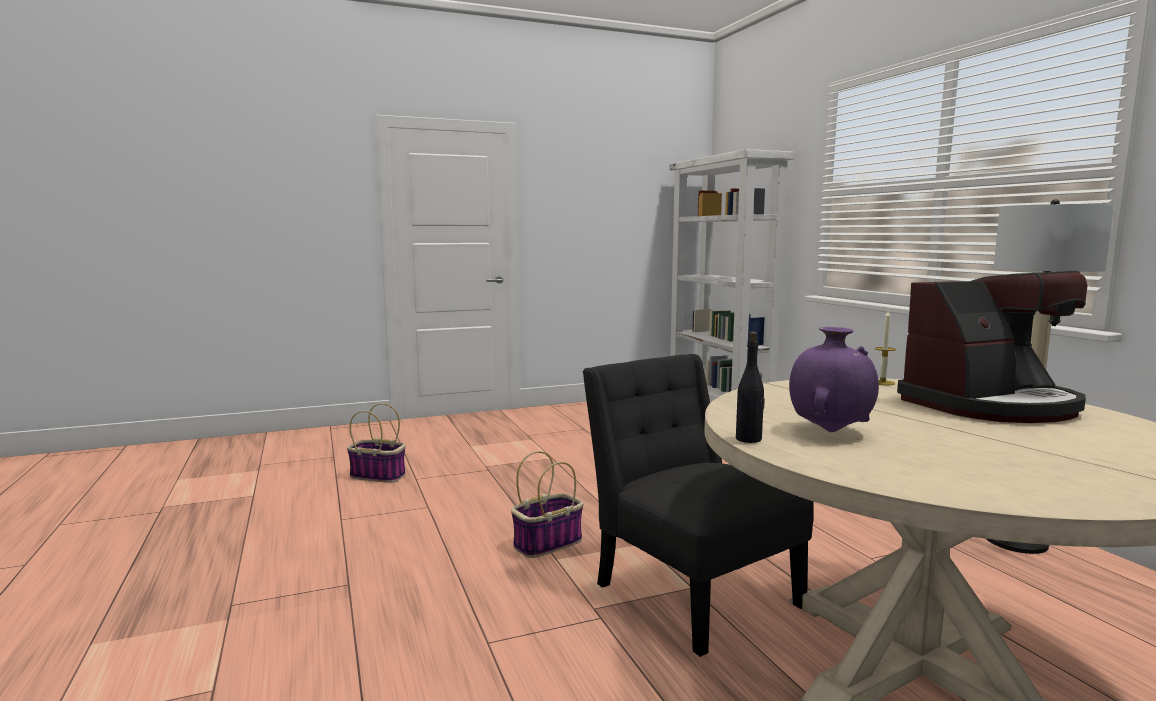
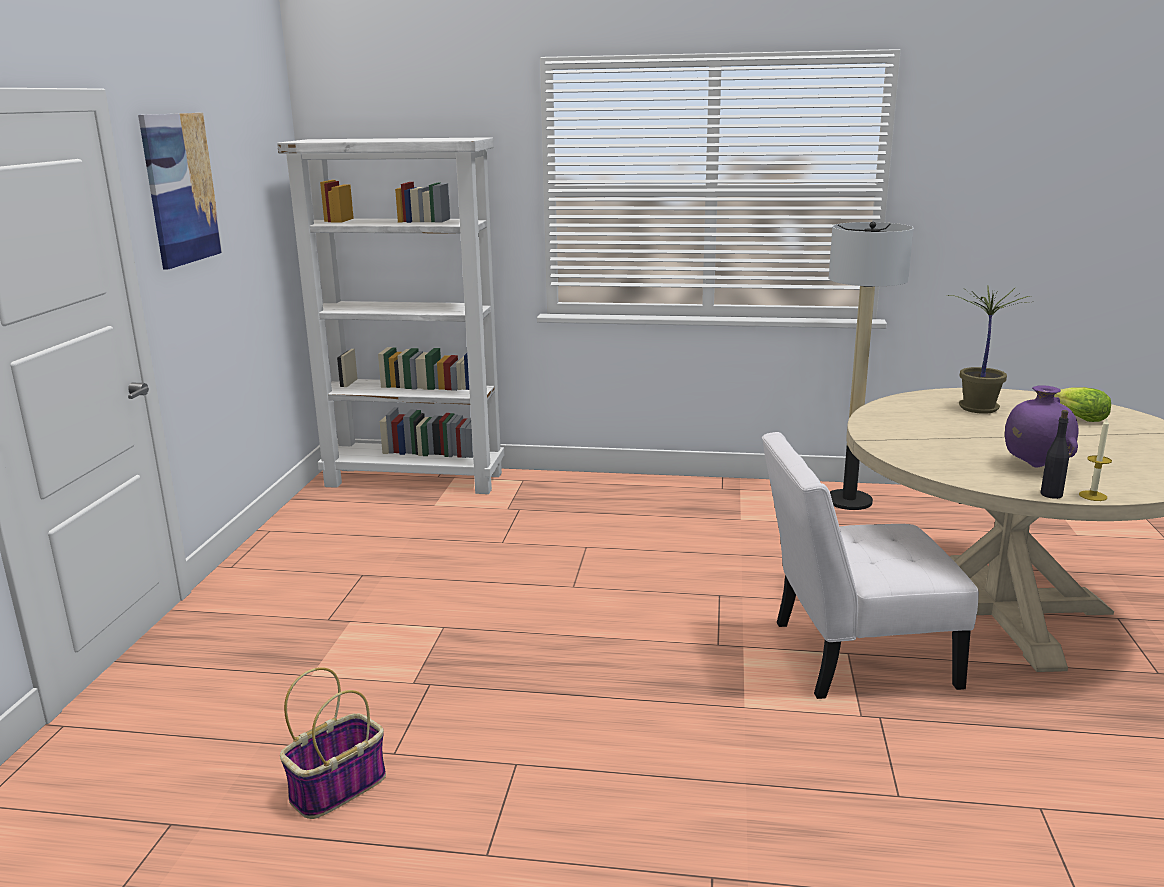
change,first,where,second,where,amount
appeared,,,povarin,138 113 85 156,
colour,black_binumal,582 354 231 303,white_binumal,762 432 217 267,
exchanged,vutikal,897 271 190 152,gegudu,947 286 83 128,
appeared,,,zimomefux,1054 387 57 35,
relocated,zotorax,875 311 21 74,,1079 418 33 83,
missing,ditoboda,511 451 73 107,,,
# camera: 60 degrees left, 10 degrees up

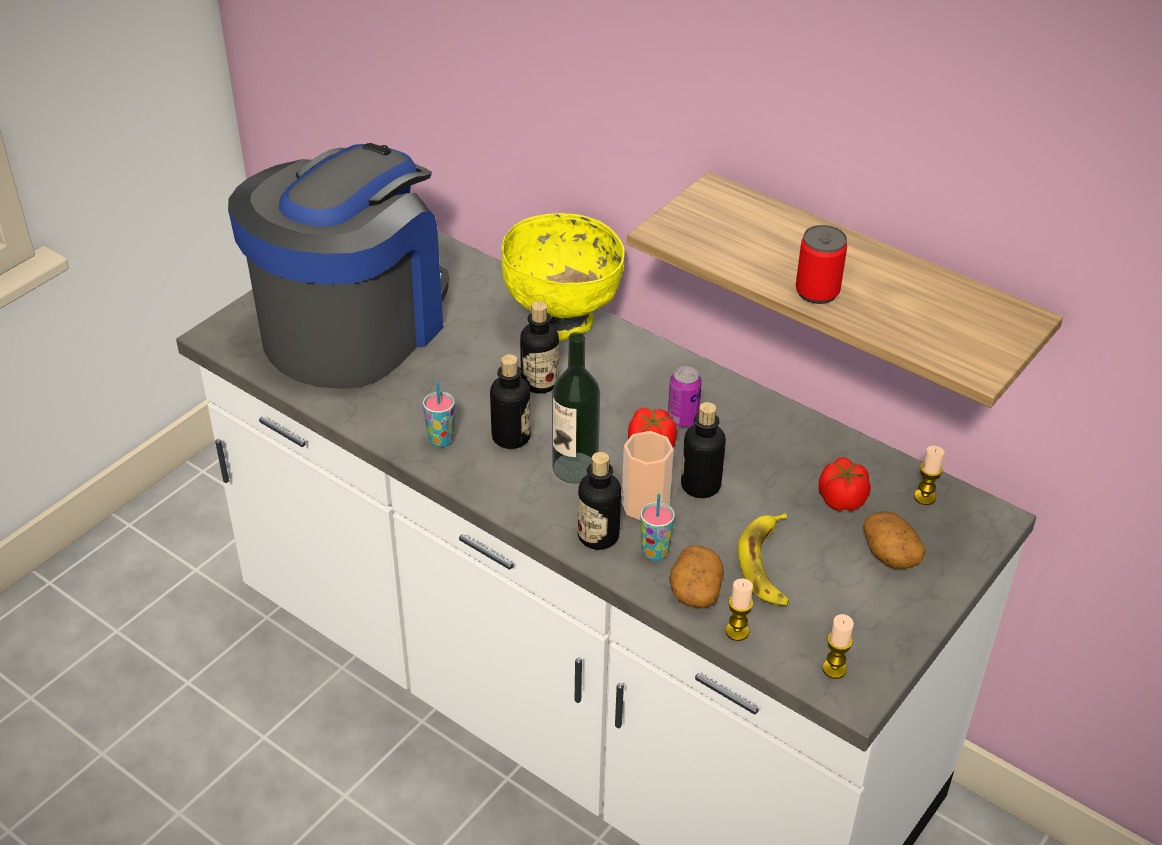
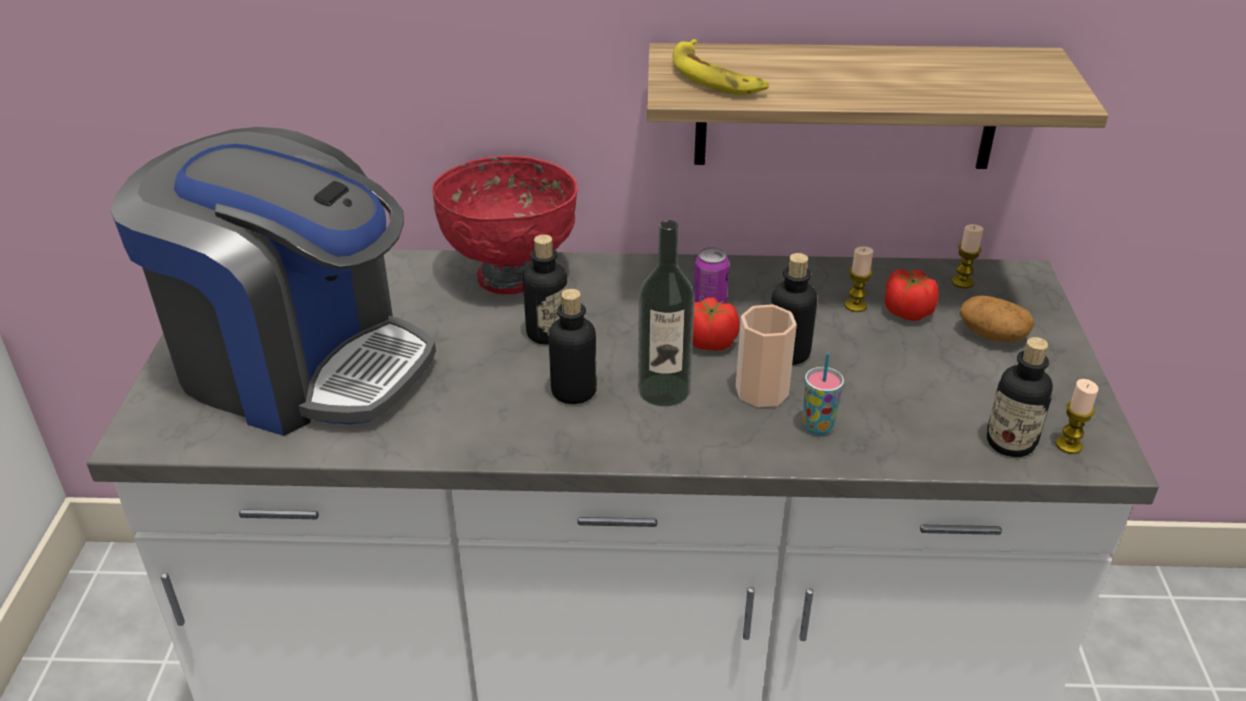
change,first,where,second,where,amount
spun,vutikal,228 143 221 246,,110 127 326 309,120 degrees clockwise
colour,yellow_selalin,502 213 123 127,red_selalin,432 156 146 138,
relocated,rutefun,738 513 51 93,,673 39 96 56,
relocated,zotorax,725 579 28 62,,845 246 28 66,
relocated,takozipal,578 452 43 98,,987 337 66 120,
missing,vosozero,423 382 32 65,,,
missing,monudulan,669 545 55 63,,,
missing,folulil,796 225 51 79,,,
# camera: 35 degrees left, 5 degrees down

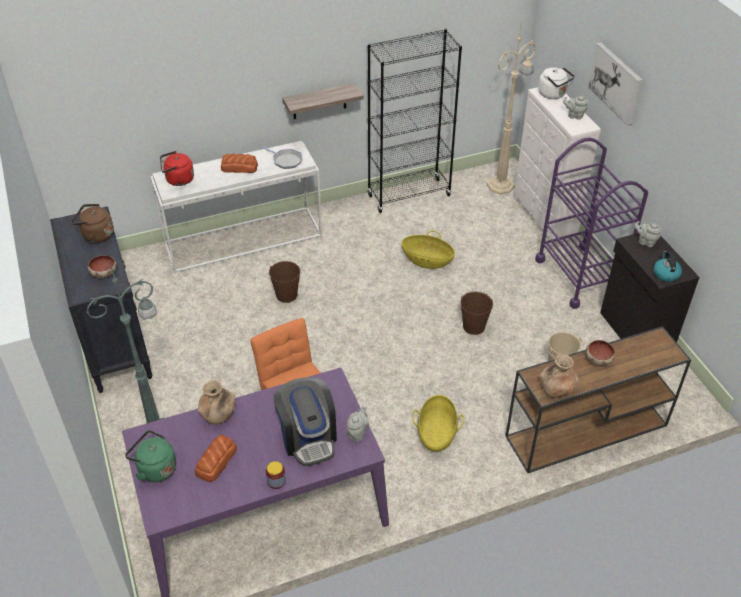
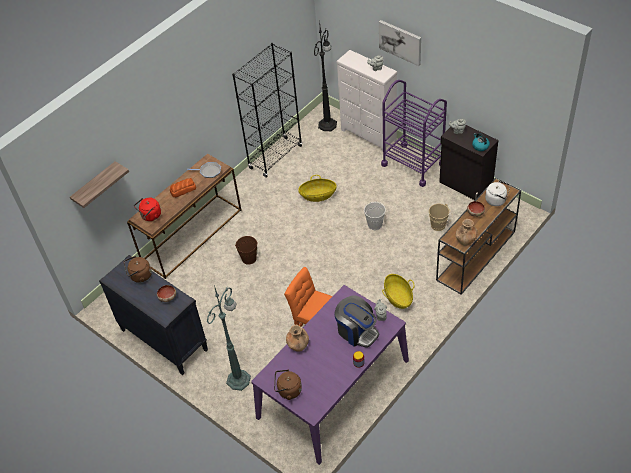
change,first,where,second,where,amount
relocated,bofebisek,282 83 82 36,,70 161 59 47,
colour,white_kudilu,150 141 172 133,brown_kudilu,127 154 115 125,
colour,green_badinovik,125 430 51 52,brown_badinovik,274 370 28 30,
colour,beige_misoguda,486 20 50 175,black_misoguda,314 27 23 104,
colour,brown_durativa,461 291 32 44,white_durativa,364 202 22 28,
relocated,white_badinovik,538 67 37 32,,485 181 26 25,
missing,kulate,195 435 42 47,,,
# camera: 25 degrees left, 5 degrees up

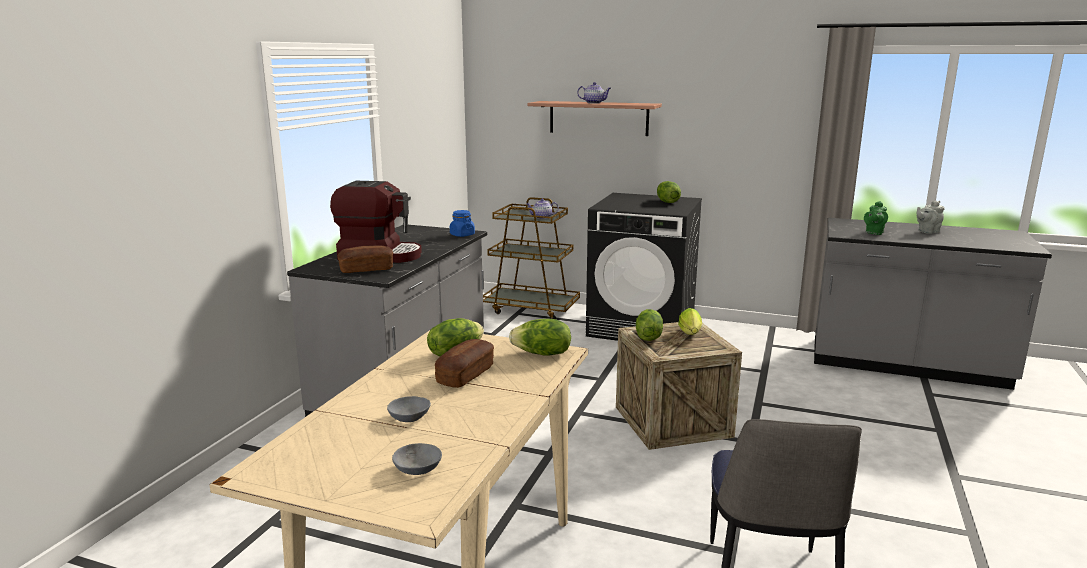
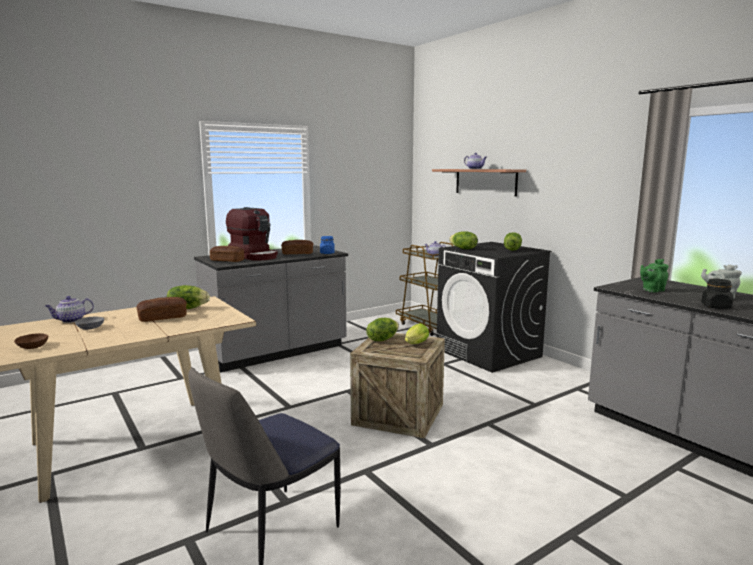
change,first,where,second,where,amount
colour,grey_selalin,392 443 50 32,brown_selalin,14 333 34 16,
appeared,,,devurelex,45 296 49 27,
appeared,,,kulate,281 240 32 15,
relocated,zimomefux,509 319 62 37,,449 231 29 18,
appeared,,,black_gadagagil,701 279 32 30,
# camera: 35 degrees right, 5 degrees down

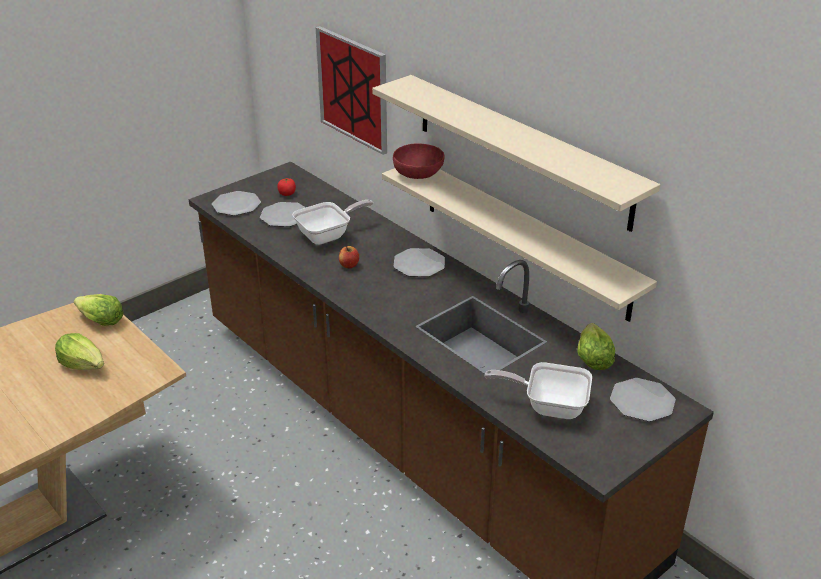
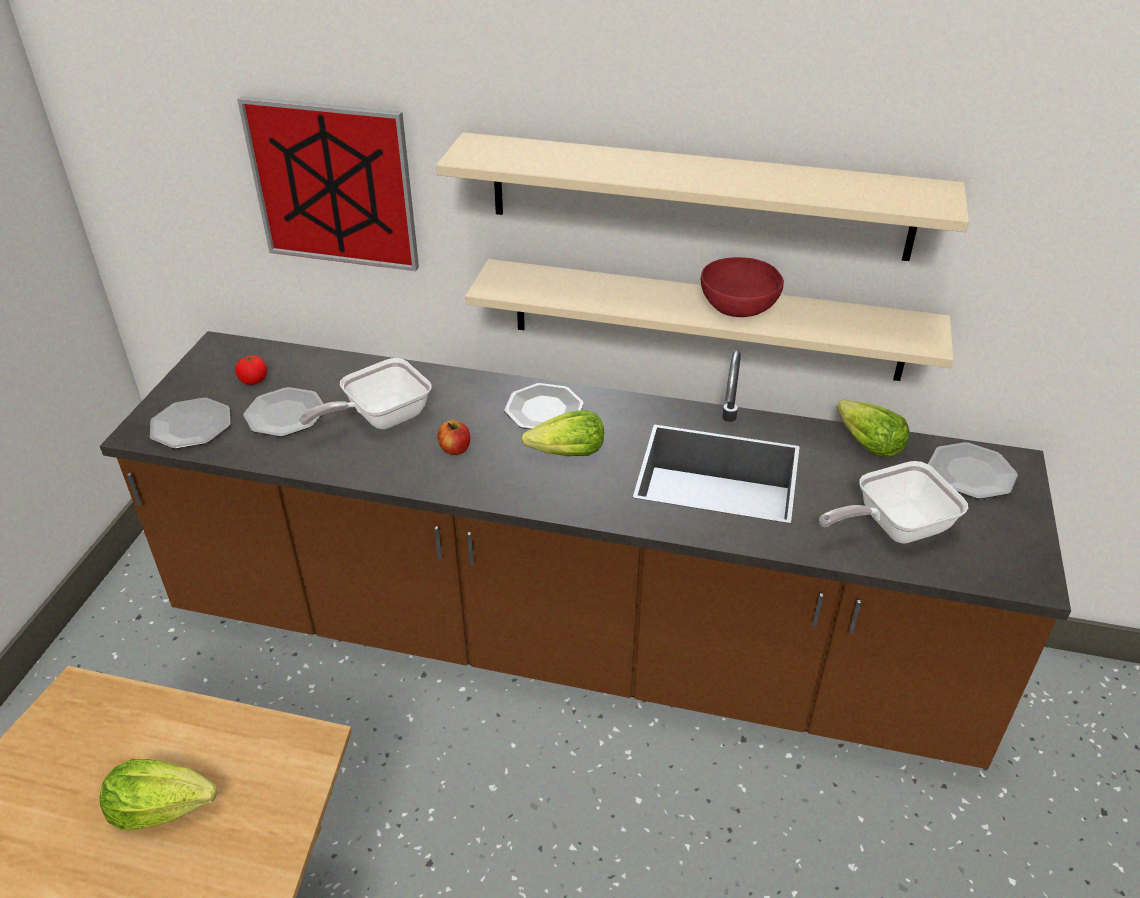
change,first,where,second,where,amount
spun,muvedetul,293 200 80 45,,299 358 133 71,150 degrees counterclockwise
relocated,zimomefux,74 294 50 32,,521 410 83 46,
relocated,red_selalin,393 143 52 36,,701 257 83 60,
# camera: 35 degrees left, 5 degrees up

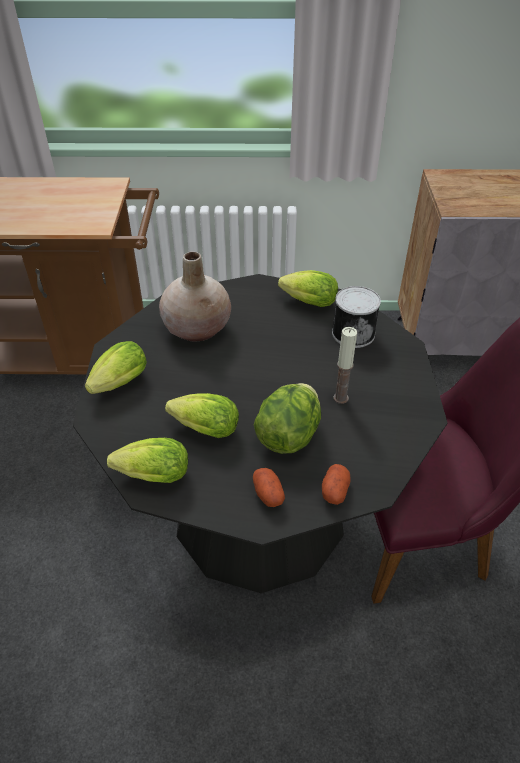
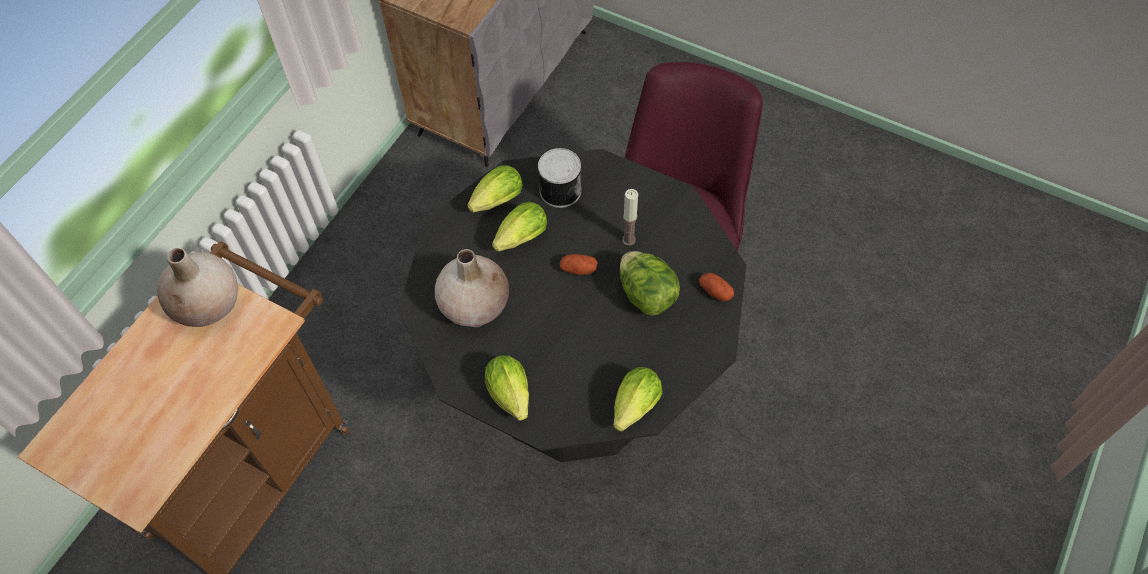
change,first,where,second,where,amount
appeared,,,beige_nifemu,157 248 81 79,
relocated,zimomefux,165 393 74 45,,492 202 55 50,
relocated,monudulan,253 468 32 39,,560 254 38 21,
# camera: 60 degrees left, 15 degrees up

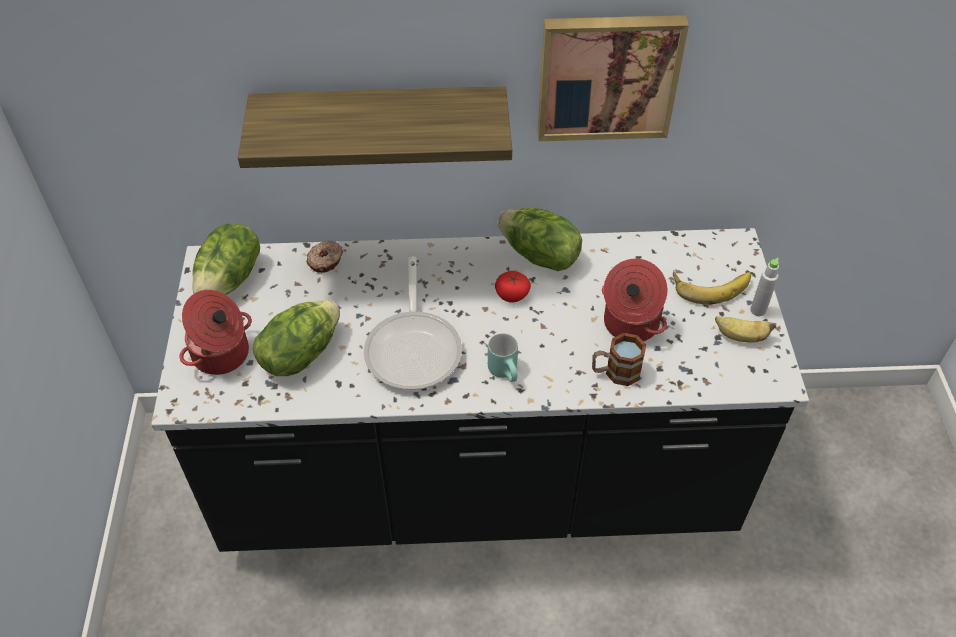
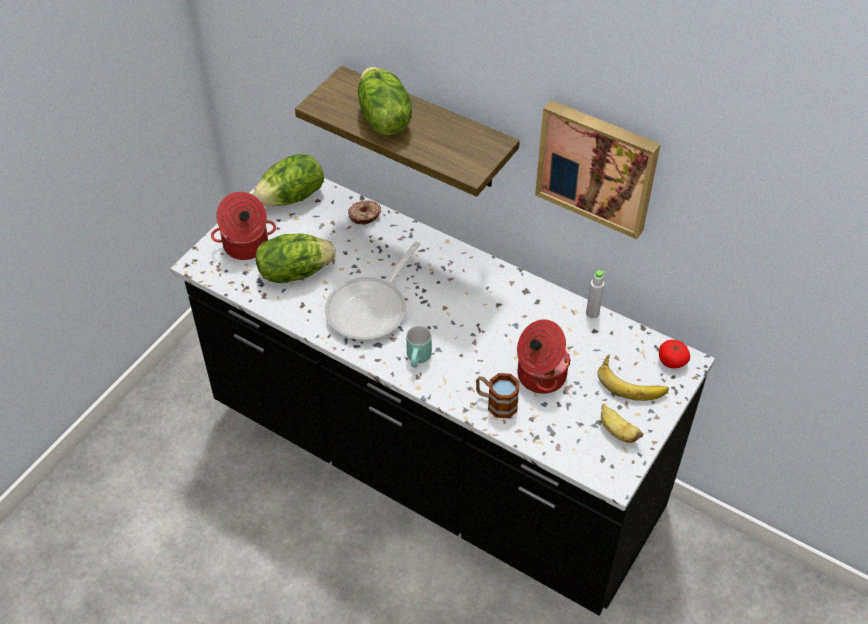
change,first,where,second,where,amount
relocated,zimomefux,497 208 85 63,,358 67 54 68,
relocated,grey_takozipal,750 258 29 58,,586 270 19 48,
relocated,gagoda,495 271 36 32,,659 340 31 28,
# camera: 35 degrees right, 0 degrees up

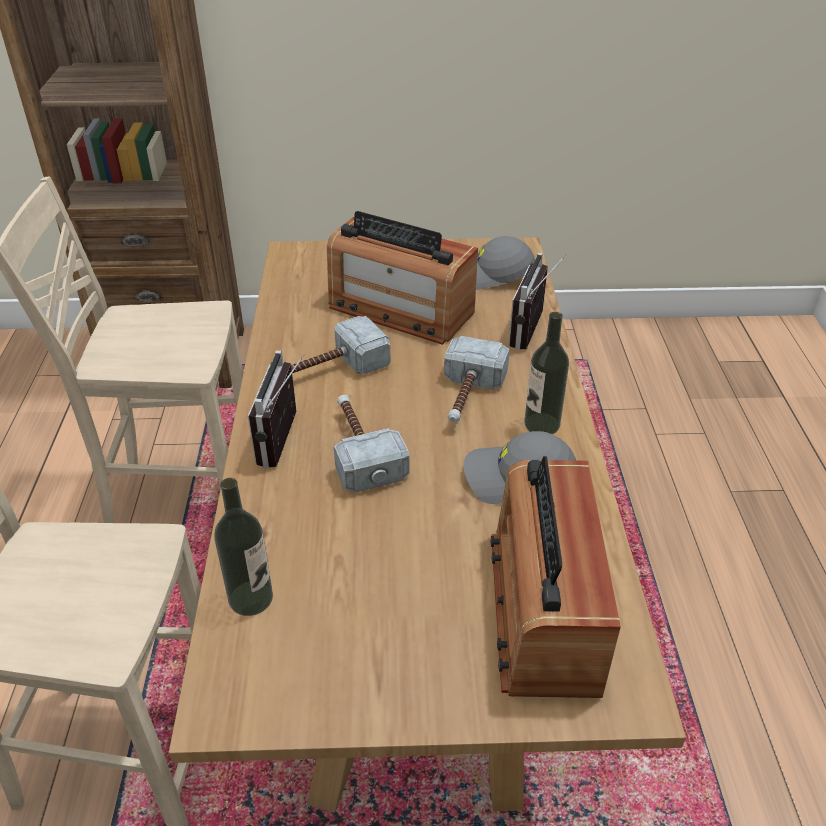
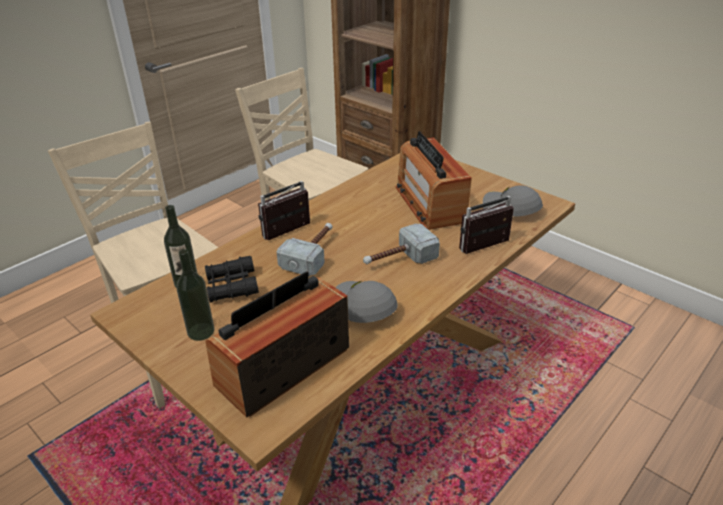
change,first,where,second,where,amount
relocated,takozipal,524 312 45 122,,176 249 39 92,
appeared,,,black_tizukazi,205 256 54 47,
missing,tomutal,291 316 100 58,,,
# camera: 45 degrees right, 5 degrees down

